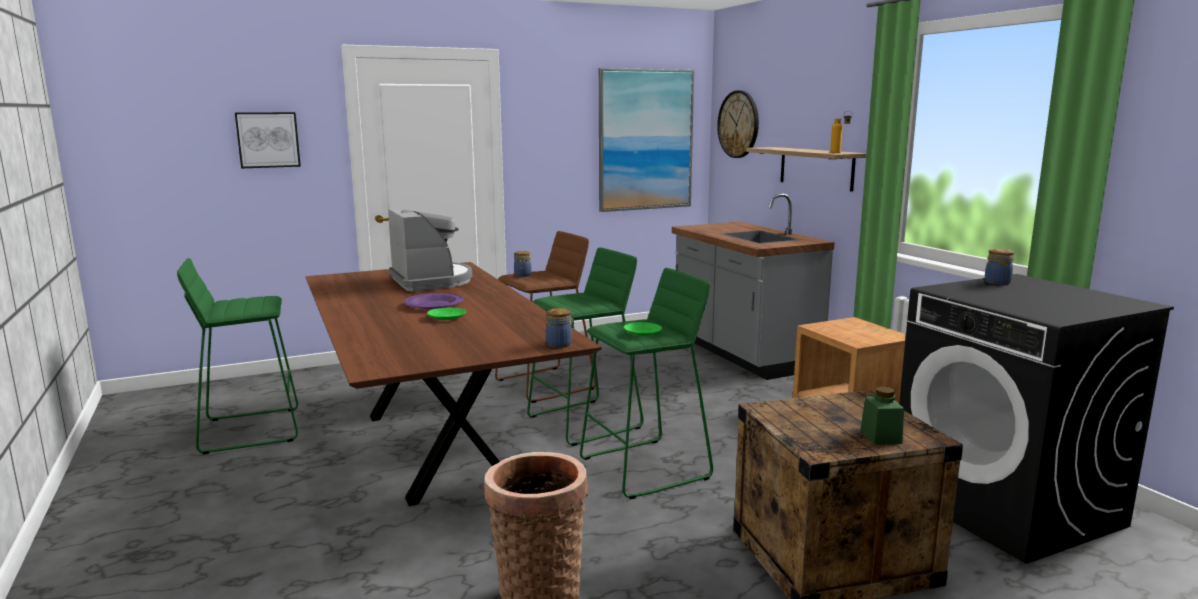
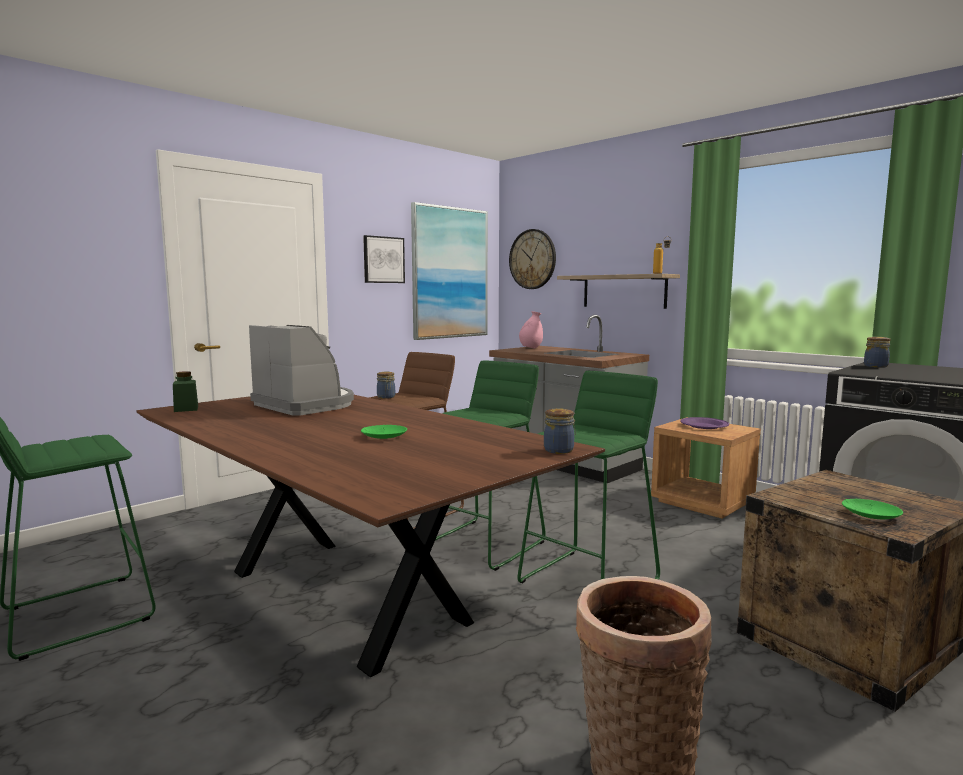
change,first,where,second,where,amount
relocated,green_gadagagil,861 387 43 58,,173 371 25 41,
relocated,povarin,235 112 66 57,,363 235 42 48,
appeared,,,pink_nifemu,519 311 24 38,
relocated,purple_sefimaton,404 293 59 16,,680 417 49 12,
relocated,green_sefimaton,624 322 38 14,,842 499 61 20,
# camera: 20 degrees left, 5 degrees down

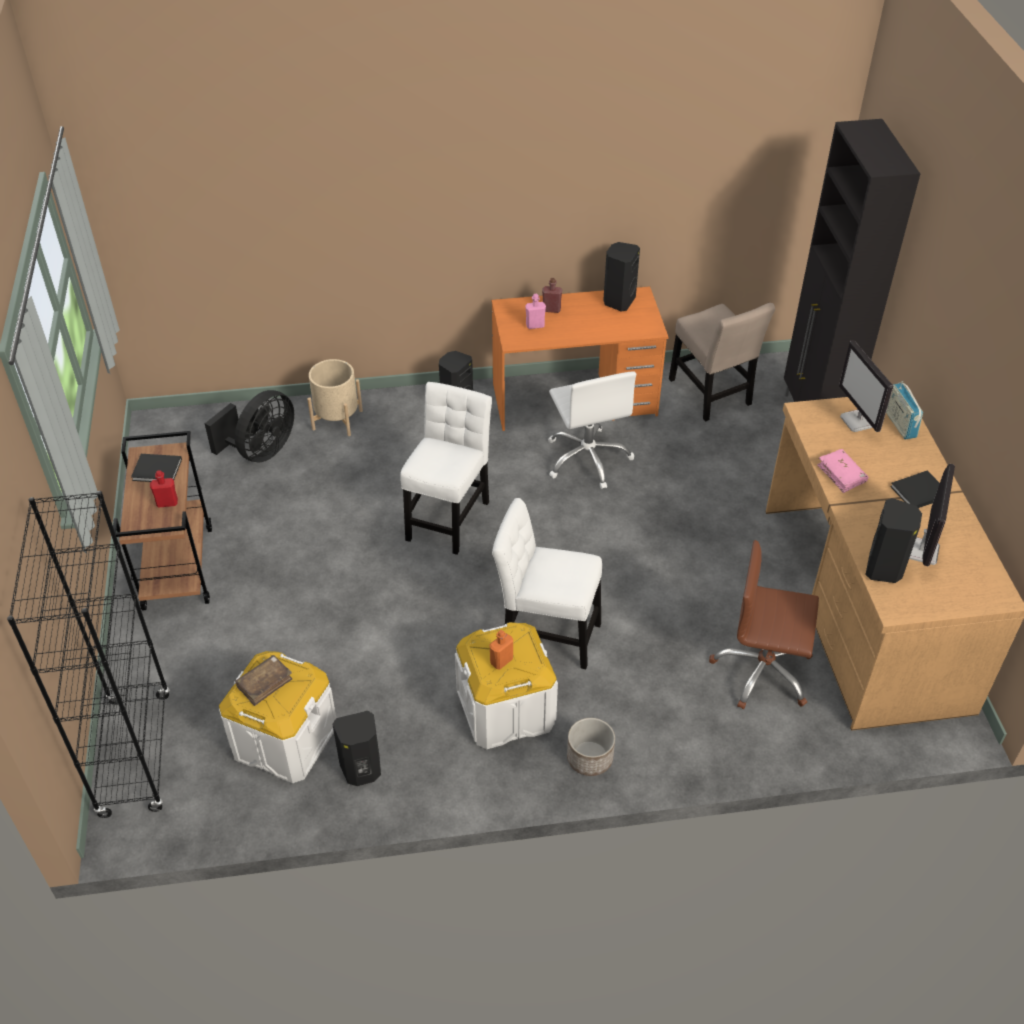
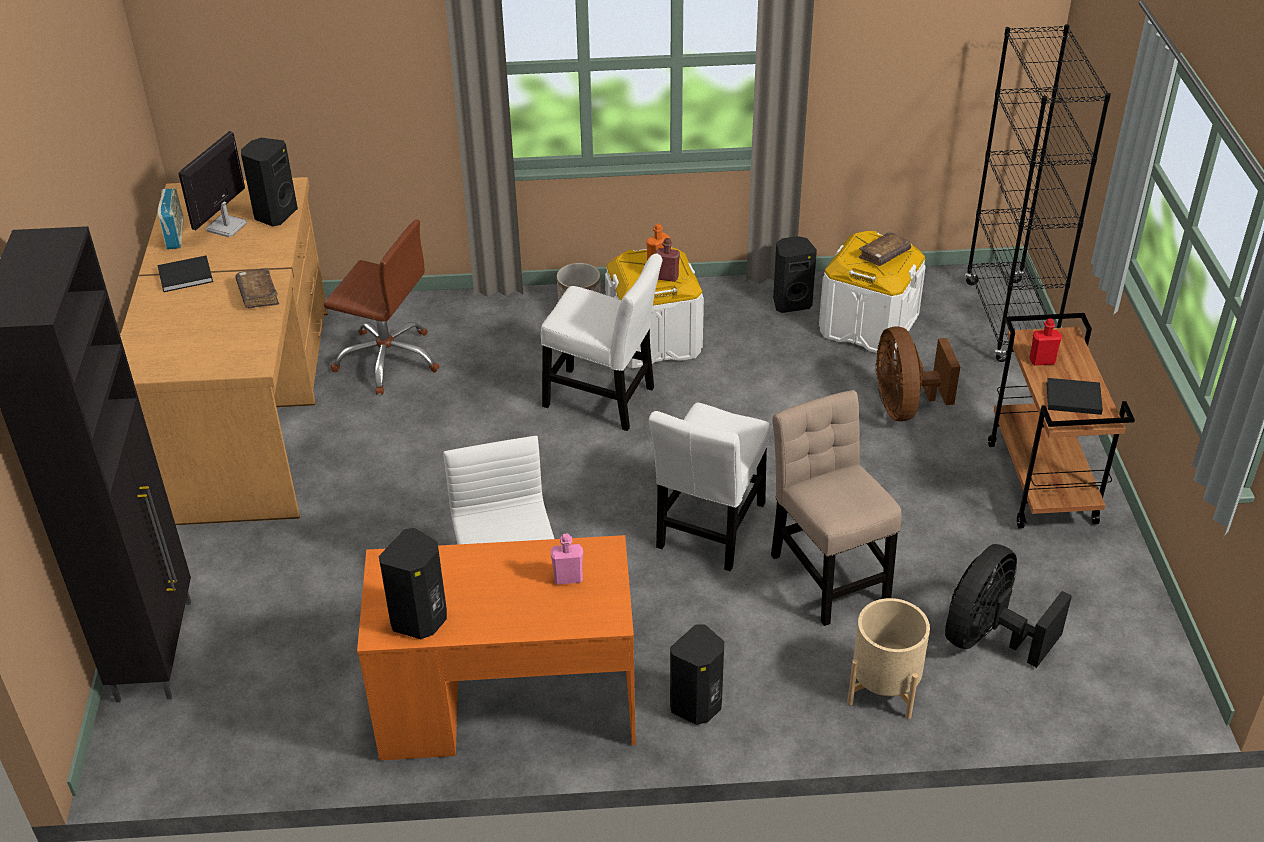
change,first,where,second,where,amount
relocated,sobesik,886 381 37 59,,158 188 26 62,
colour,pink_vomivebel,817 449 51 44,brown_vomivebel,235 268 44 40,
relocated,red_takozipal,542 278 20 35,,655 238 25 44,
relocated,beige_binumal,669 303 106 118,,771 390 131 236,
appeared,,,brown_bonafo,875 326 85 95,
missing,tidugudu,839 340 54 92,,,
# camera: 175 degrees left, 5 degrees down

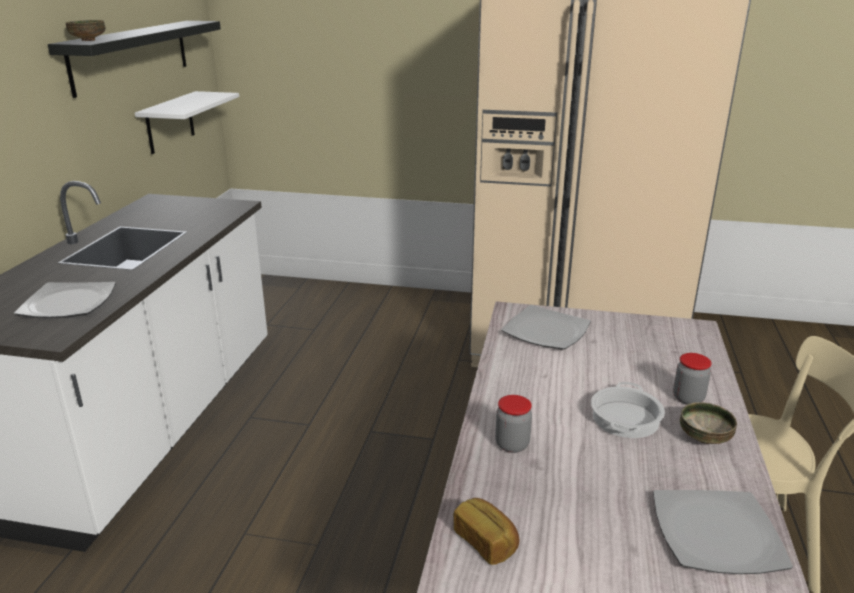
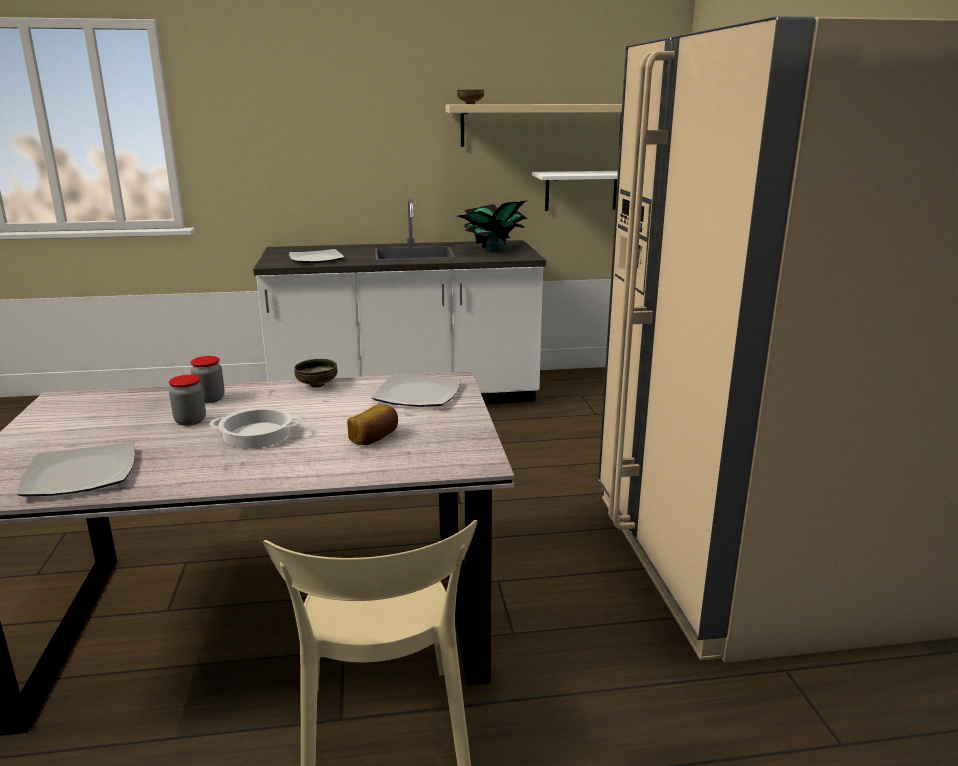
change,first,where,second,where,amount
relocated,gadagagil,673 353 39 52,,169 375 37 51,
relocated,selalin,680 402 57 42,,294 359 44 29,
relocated,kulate,454 498 65 67,,347 404 51 41,
colour,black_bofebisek,48 21 173 77,beige_bofebisek,445 104 177 43,
appeared,,,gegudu,458 200 71 52,
# camera: 70 degrees right, 5 degrees down

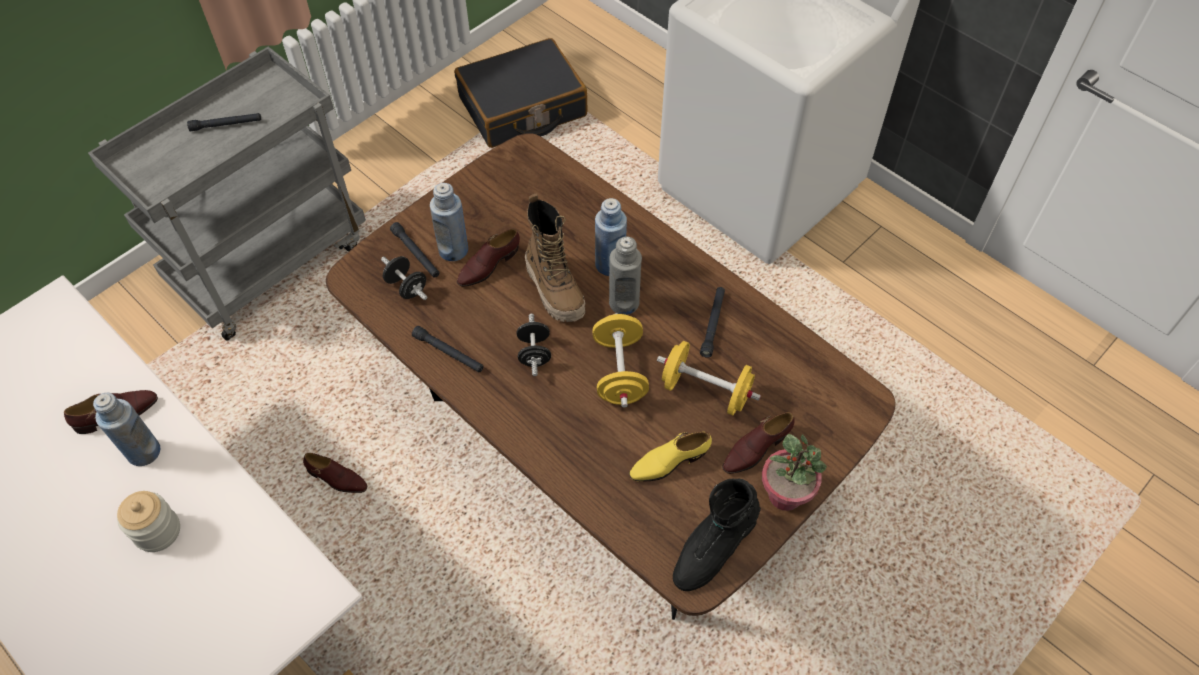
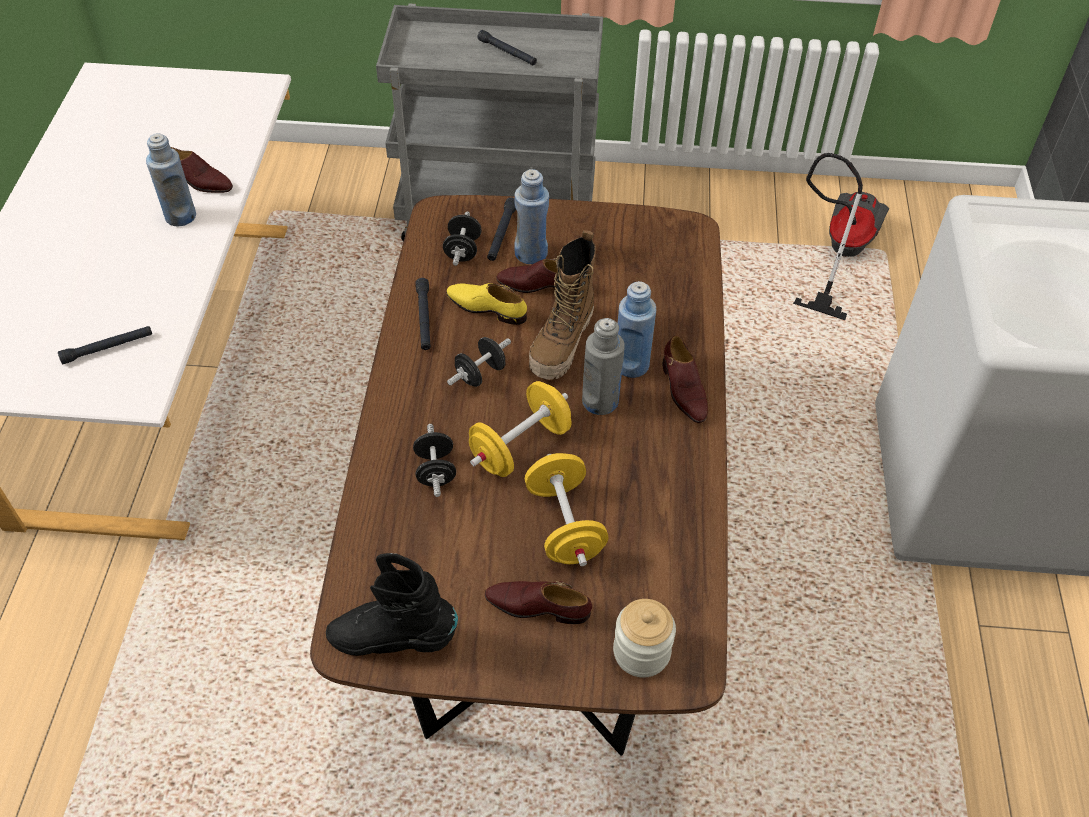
change,first,where,second,where,amount
relocated,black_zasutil,700 287 25 71,,58 326 94 38,
appeared,,,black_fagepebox,413 424 43 73,
relocated,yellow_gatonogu,629 432 83 50,,446 283 81 42,
relocated,gadagagil,117 491 63 61,,613 599 63 79,
relocated,brown_gatonogu,303 453 64 40,,662 336 46 87,
exchanged,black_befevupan,455 38 133 110,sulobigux,793 153 96 167,
missing,gegudu,762 434 65 77,,,
# camera: 50 degrees right, 5 degrees down

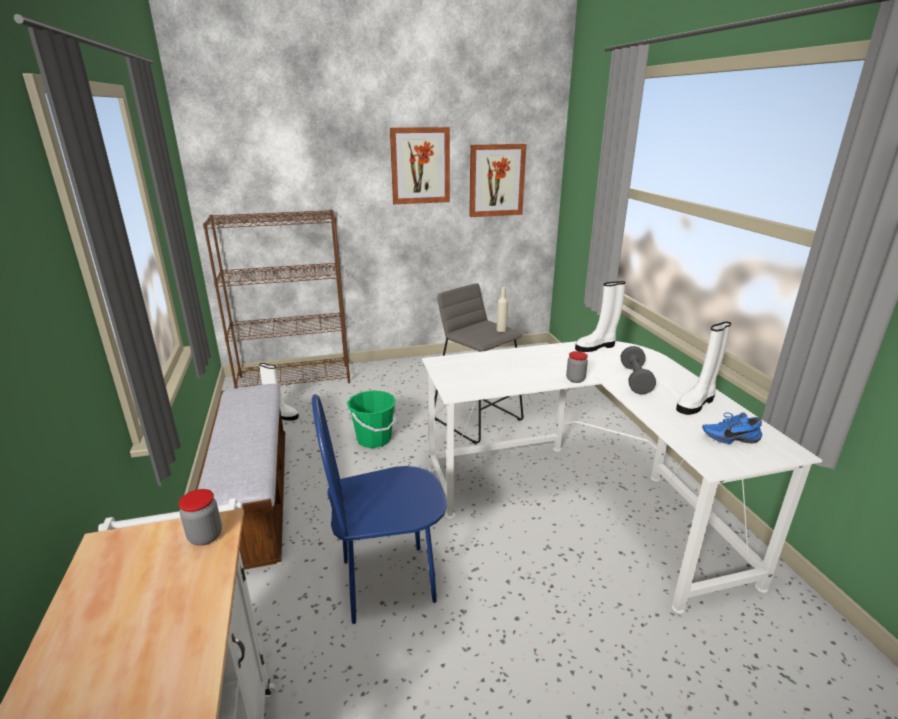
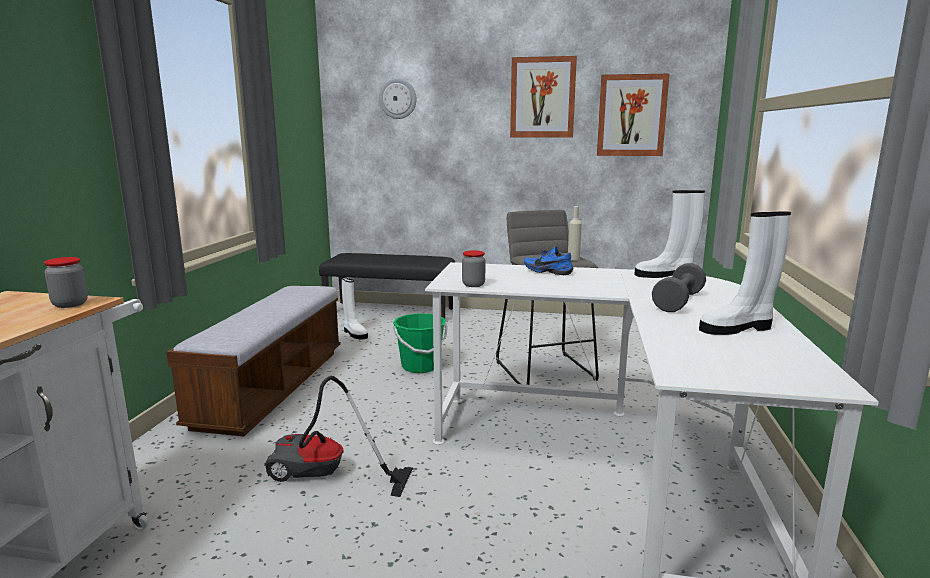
change,first,where,second,where,amount
exchanged,blue_binumal,312 394 135 230,sulobigux,264 376 149 121,
exchanged,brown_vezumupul,203 210 147 179,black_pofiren,319 253 136 66,
appeared,,,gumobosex,379 78 38 41,
relocated,gadagagil,566 351 22 32,,462 250 23 37,
relocated,blue_gatonogu,702 412 60 32,,524 246 49 29,
# camera: 25 degrees right, 10 degrees down

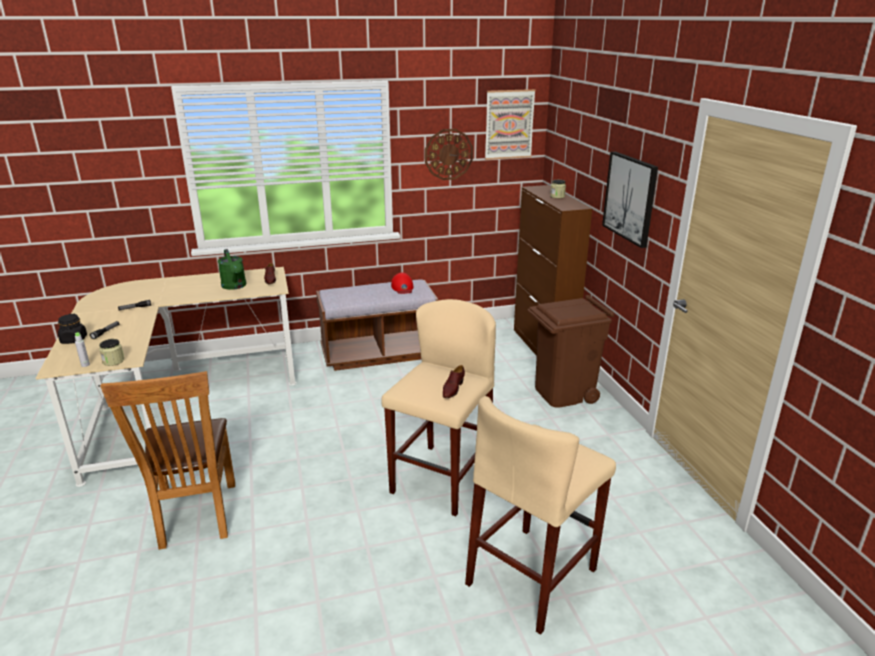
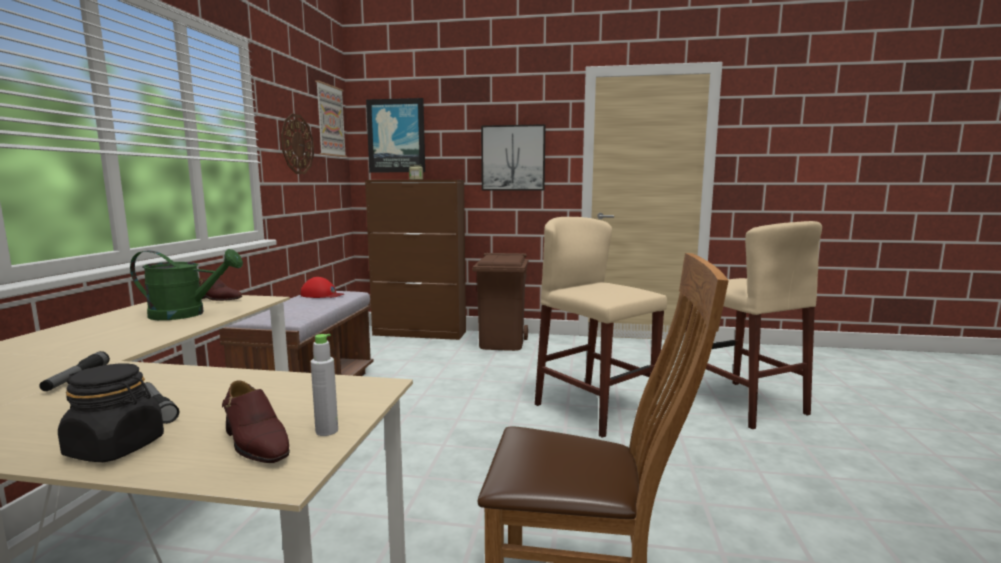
change,first,where,second,where,amount
relocated,brown_gatonogu,443 365 22 33,,222 380 68 83,
appeared,,,povarin,366 98 59 74,
missing,gadagagil,99 339 25 27,,,
# camera: 65 degrees left, 15 degrees down

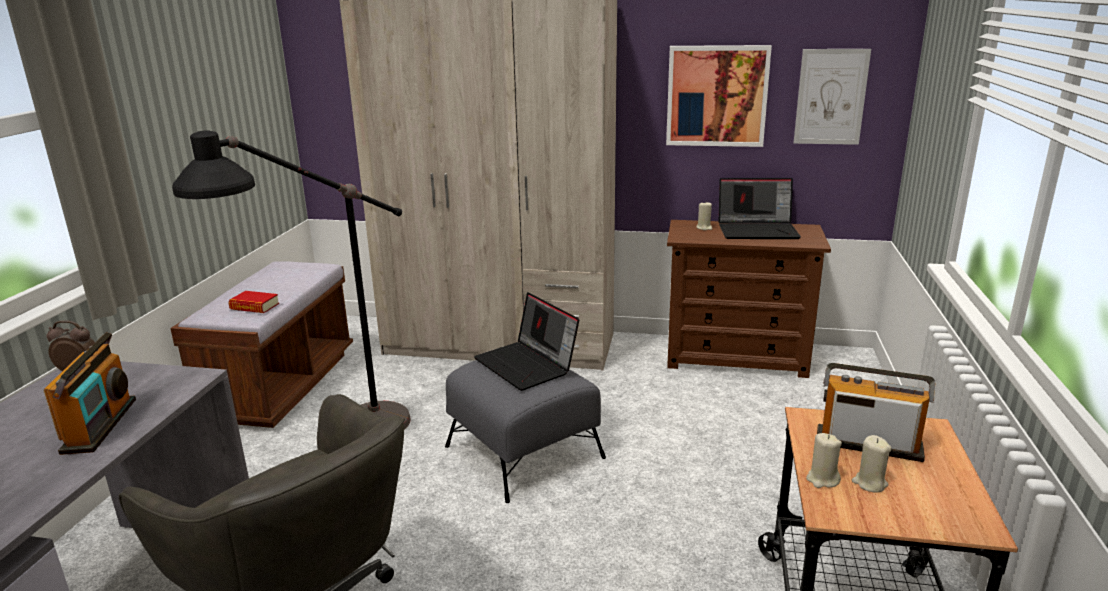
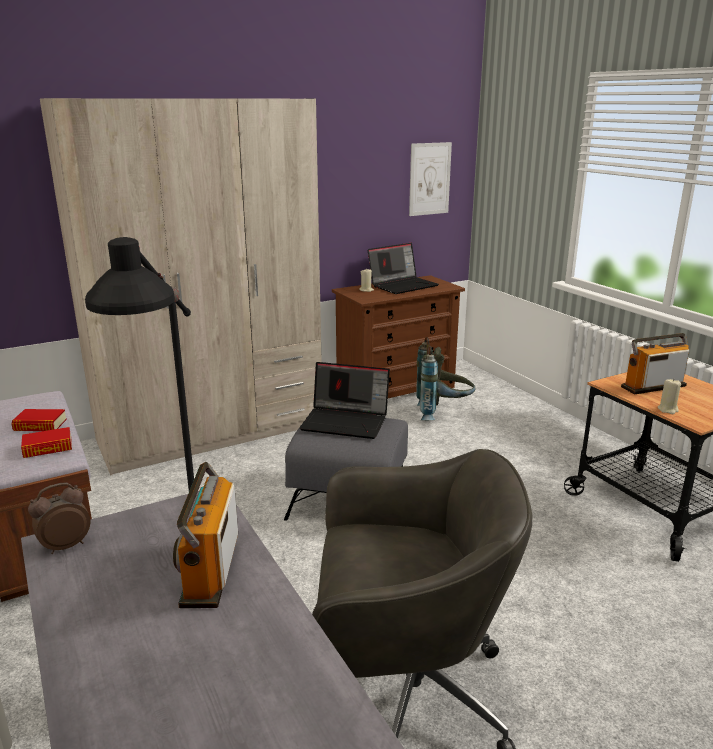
change,first,where,second,where,amount
appeared,,,vomivebel,11 409 56 22,
spun,sobesik,43 332 93 123,,173 462 65 146,135 degrees counterclockwise
appeared,,,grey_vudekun,416 337 59 83,
missing,povarin,666 45 106 102,,,
missing,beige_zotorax,852 435 40 57,,,
# camera: 40 degrees left, 0 degrees up

